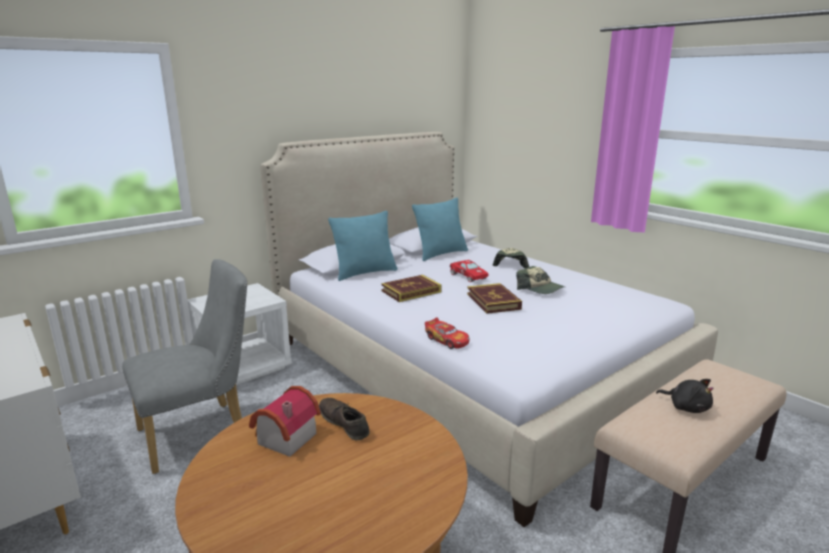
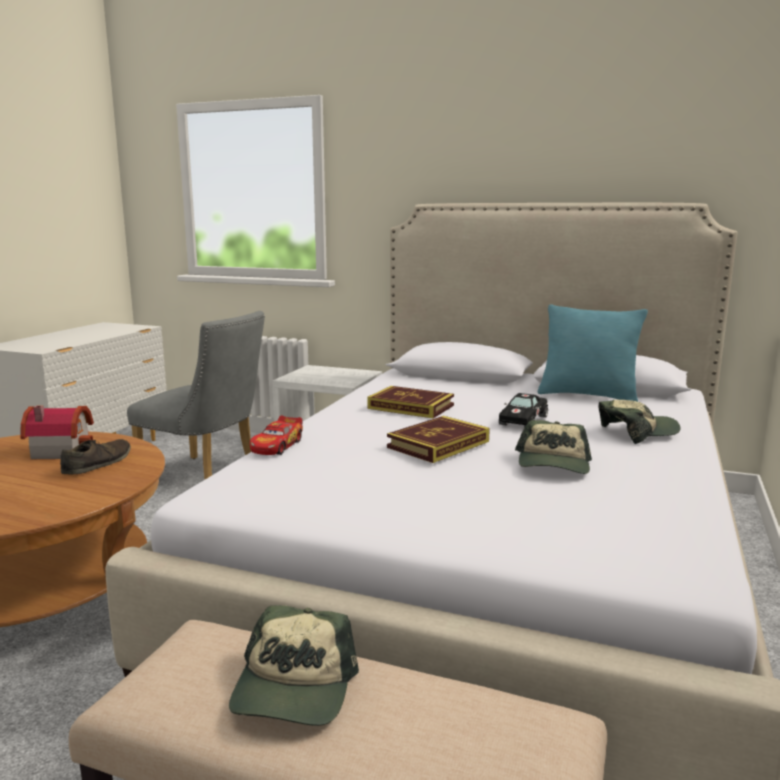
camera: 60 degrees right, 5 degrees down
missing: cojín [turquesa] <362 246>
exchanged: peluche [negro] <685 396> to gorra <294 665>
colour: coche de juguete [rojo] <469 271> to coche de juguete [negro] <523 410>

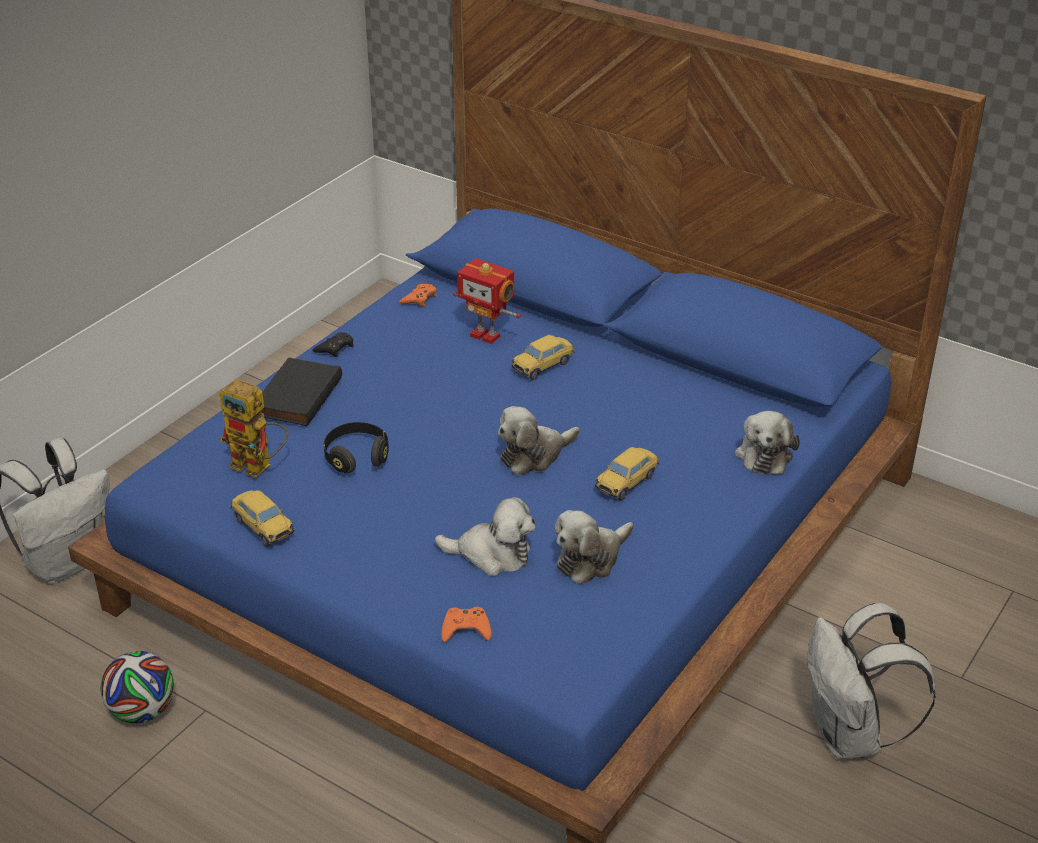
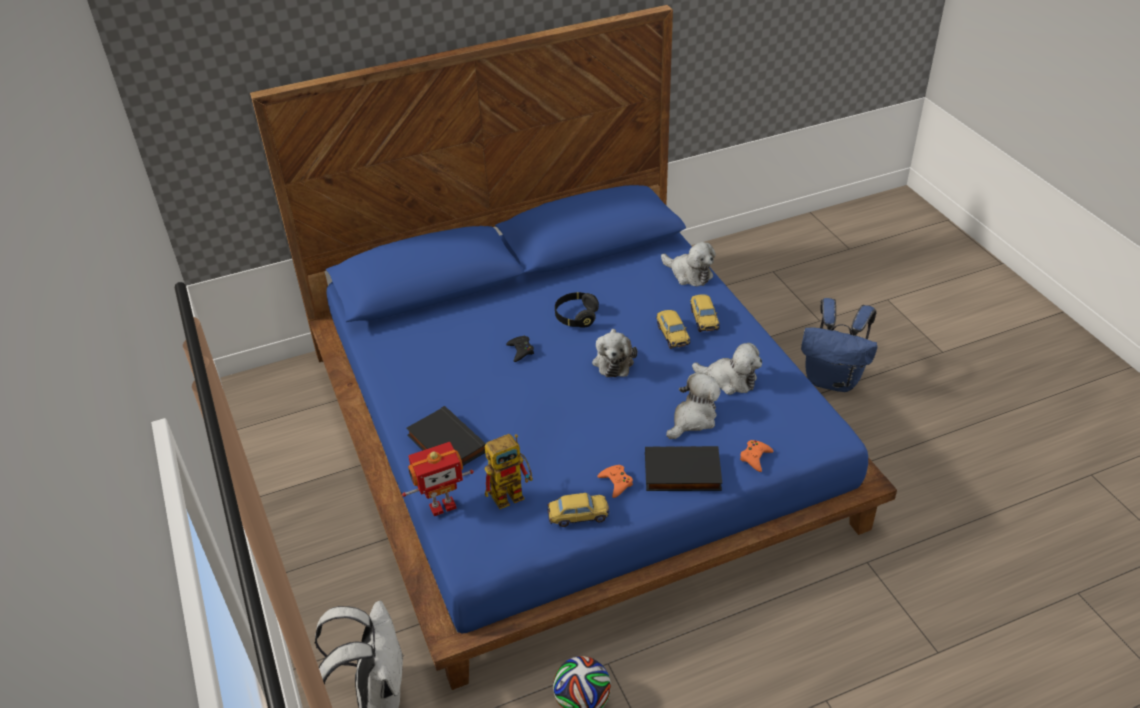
camera: 55 degrees left, 5 degrees up
appeared: libro [negro] <683 468>
relocated: robot de juguete <487 301> to <438 479>; mando de consola [naranja] <418 295> to <615 481>; mando de consola [negro] <333 344> to <520 349>; coche de juguete <543 357> to <705 313>; auriculares [negro] <356 447> to <577 310>
colour: mochila [blanco] <871 681> to mochila [azul] <839 345>
spun: peluche <594 547> = <727 369> 60 degrees counterclockwise

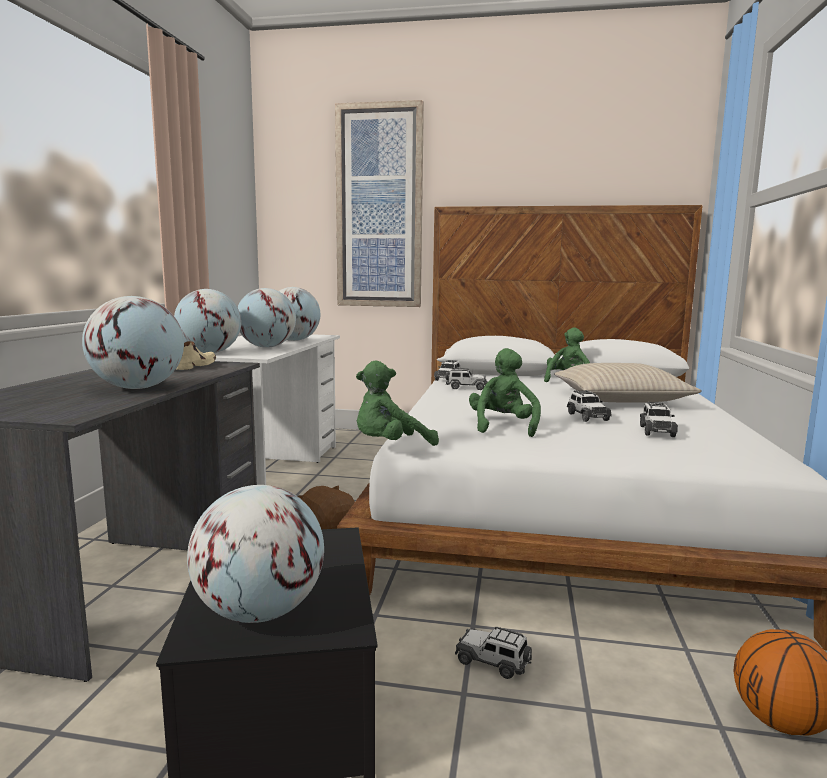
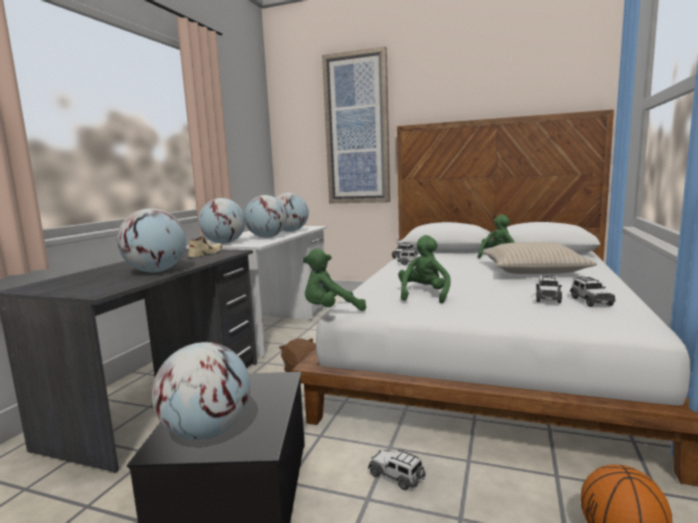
camera: 10 degrees right, 0 degrees up
relocated: coche de juguete <589 406> to <593 292>

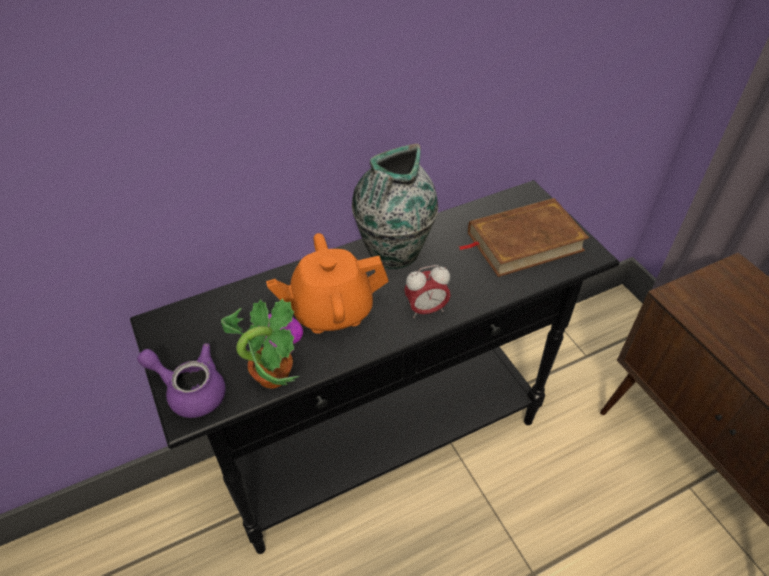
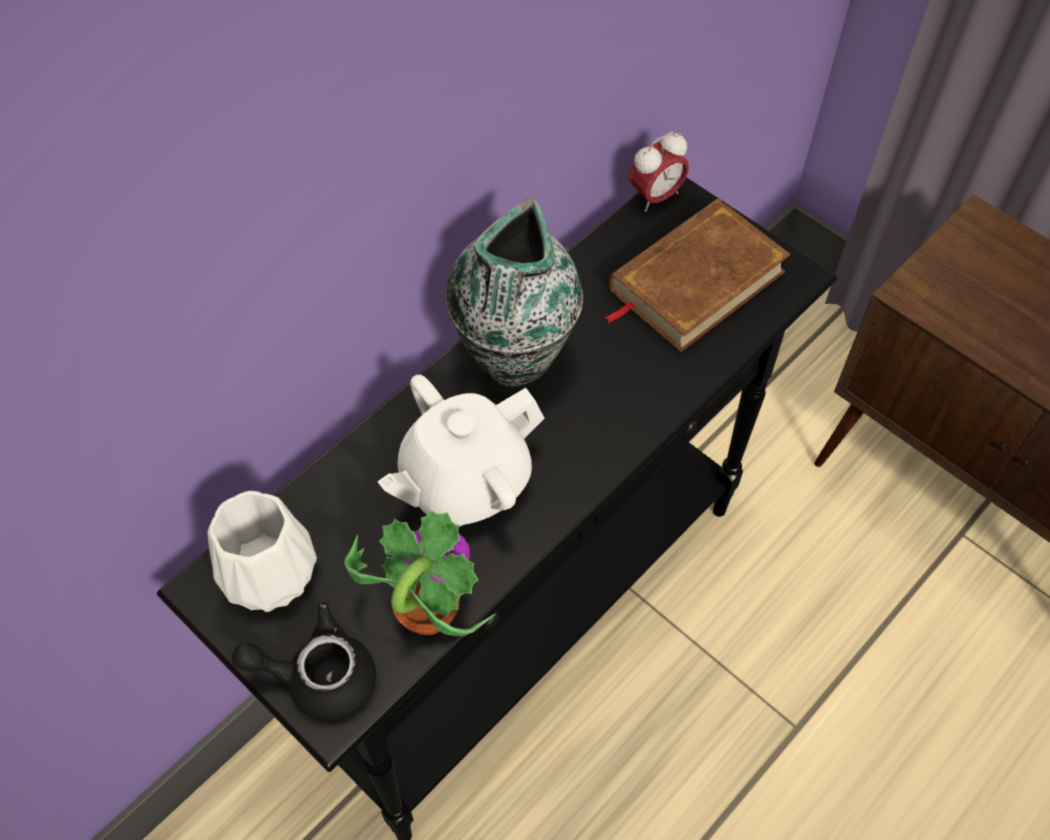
camera: 20 degrees left, 10 degrees up
appeared: florero [blanco] <262 551>
relocated: despertador <427 291> to <659 172>
colour: tetera [naranja] <327 283> to tetera [blanco] <460 450>; tetera [morado] <181 380> to tetera [negro] <304 661>

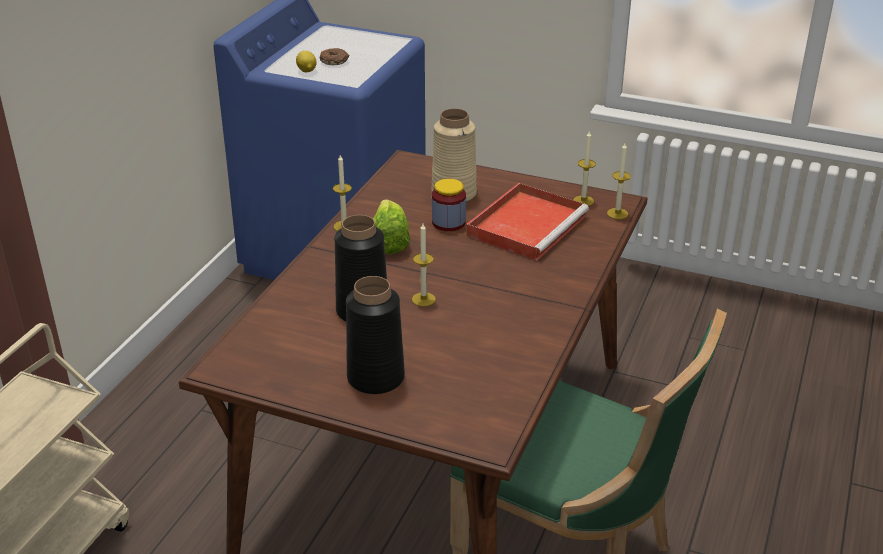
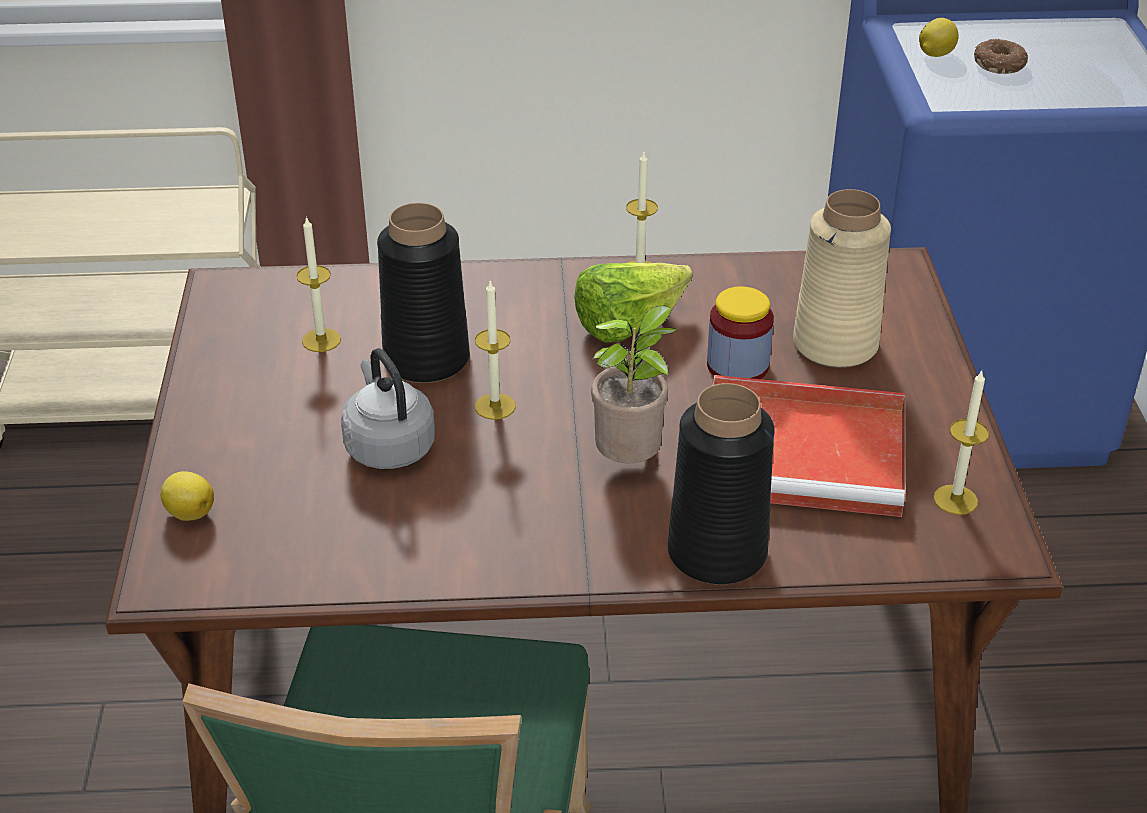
camera: 65 degrees right, 5 degrees up
appeared: planta en maceta <634 384>; hervidor [gris] <388 408>; limón <187 496>
relocated: vela <619 181> to <318 284>; florero [negro] <375 335> to <721 484>

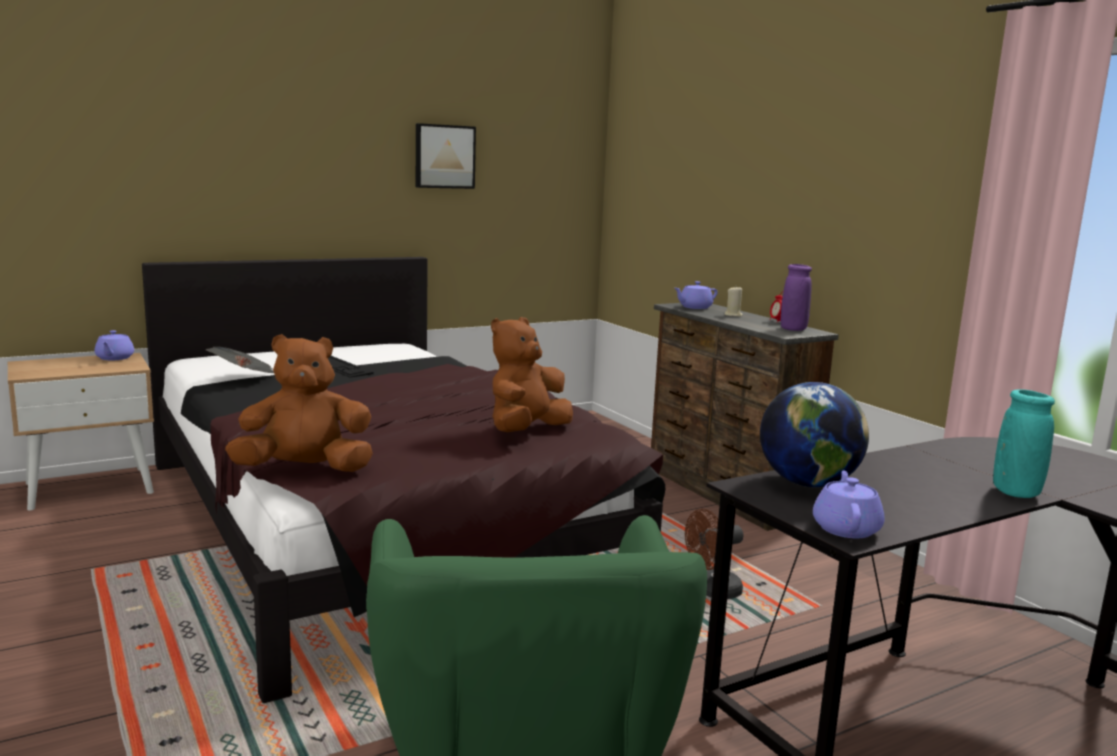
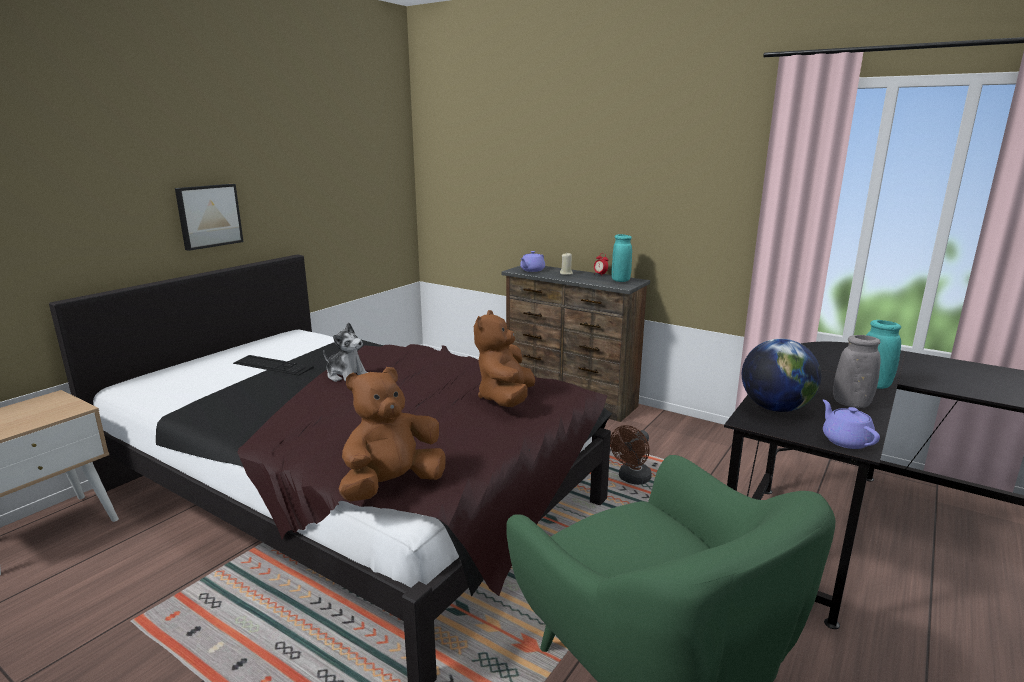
camera: 25 degrees left, 5 degrees up
missing: tetera [morado] <114 345>; periódico <240 360>
appeared: peluche <345 352>; florero [gris] <857 371>
relocated: cuadro <446 156> to <209 217>
colour: florero [morado] <796 297> to florero [turquesa] <621 258>

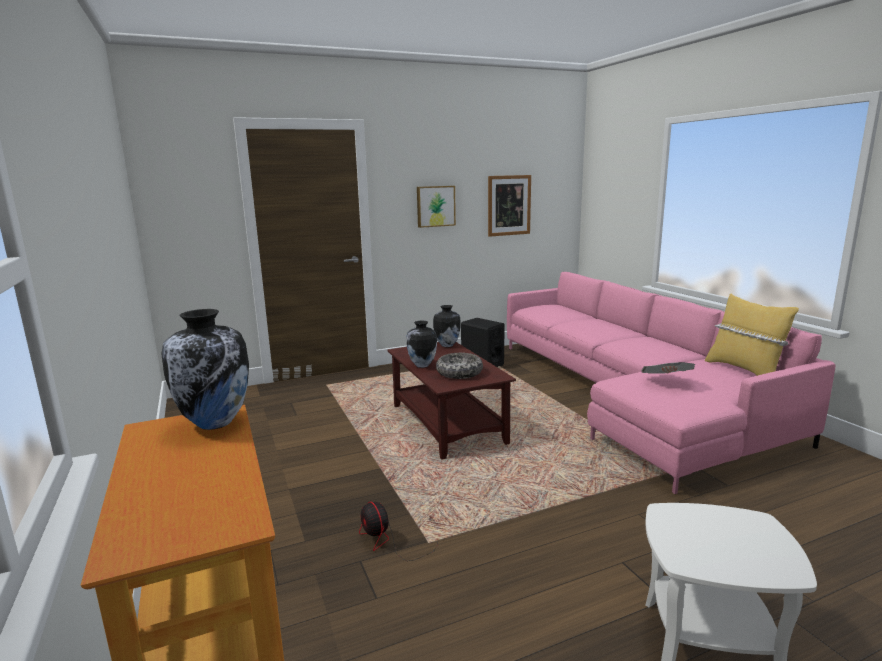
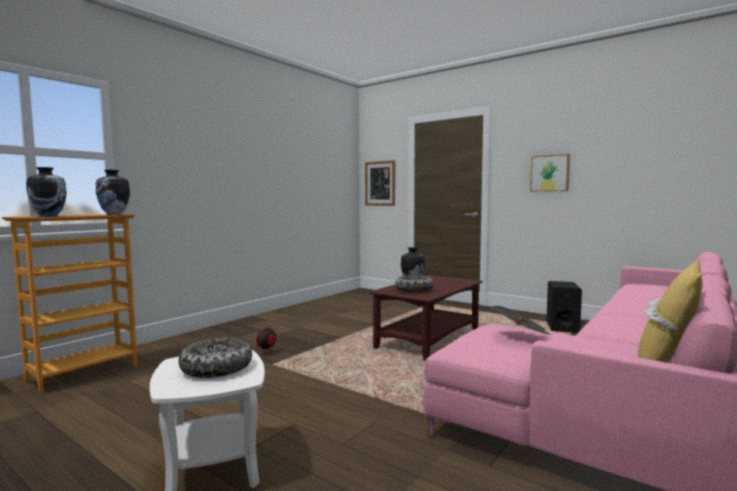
camera: 60 degrees right, 10 degrees down
appeared: cuenco <215 358>
relocated: cuadro <509 206> to <380 183>; florero <447 326> to <46 191>

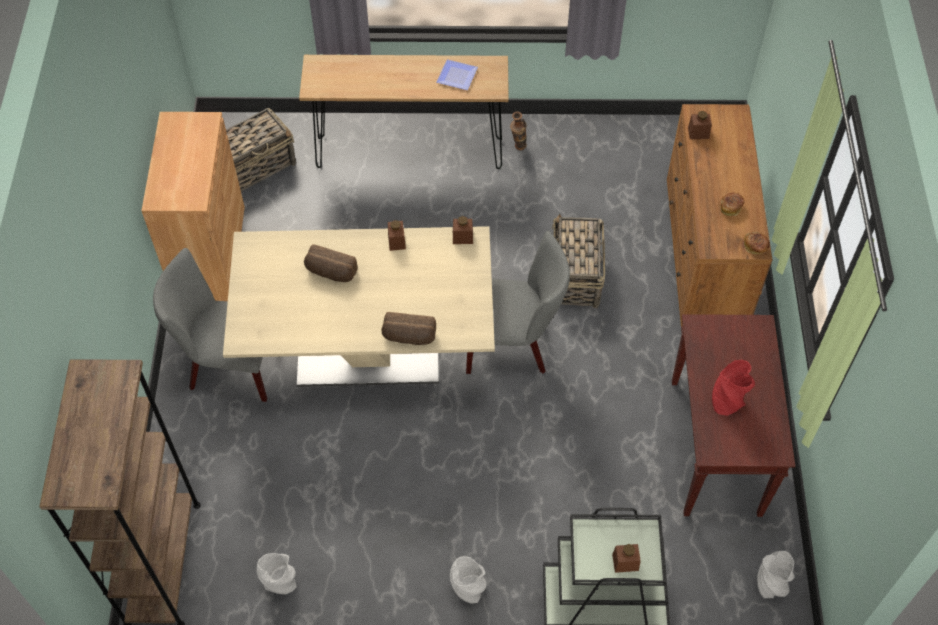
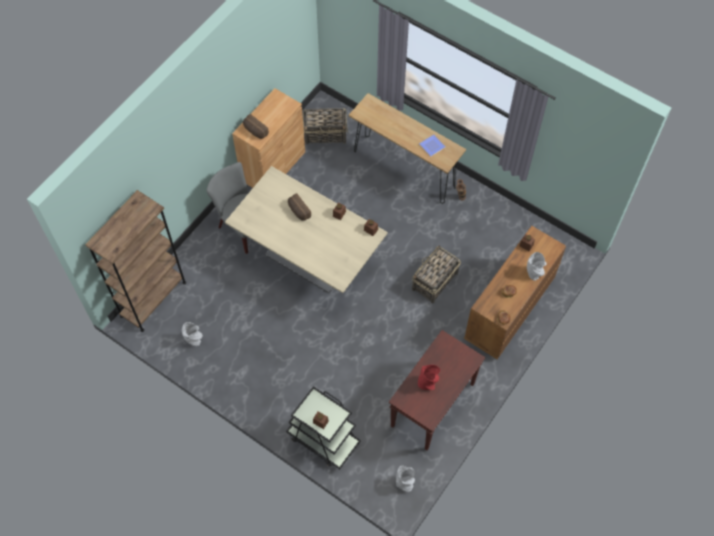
camera: 35 degrees right, 5 degrees up
missing: silla [gris] <518 302>
relocated: pan <409 328> to <256 126>; florero [gris] <468 579> to <536 266>

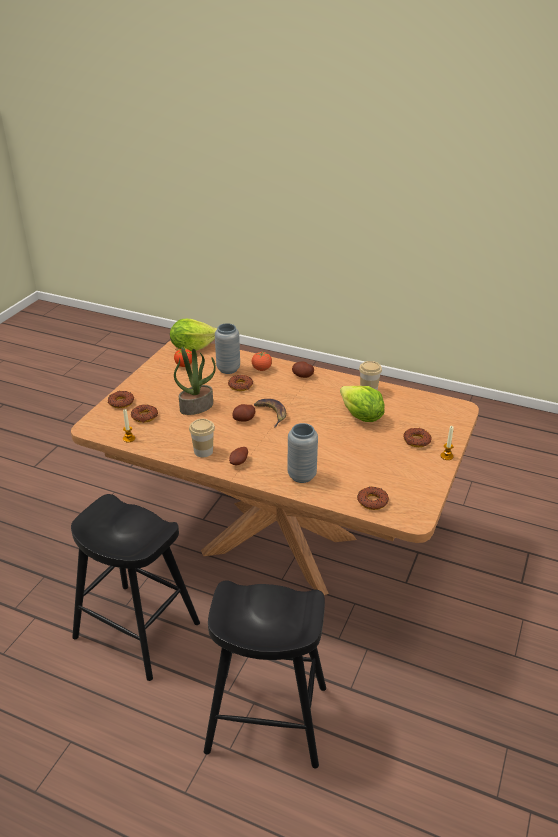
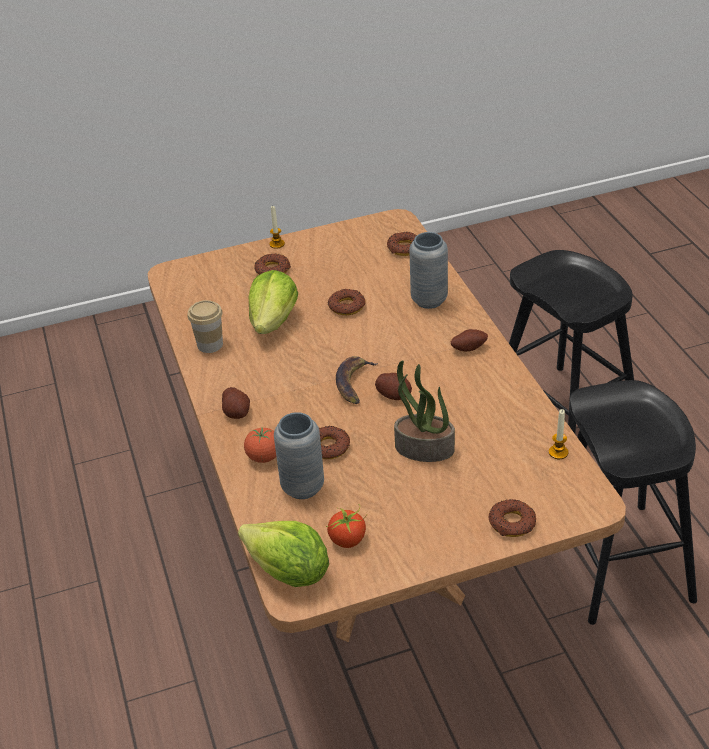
camera: 130 degrees left, 5 degrees up
missing: taza <202 438>
relocated: rosquilla <144 413> to <346 301>

